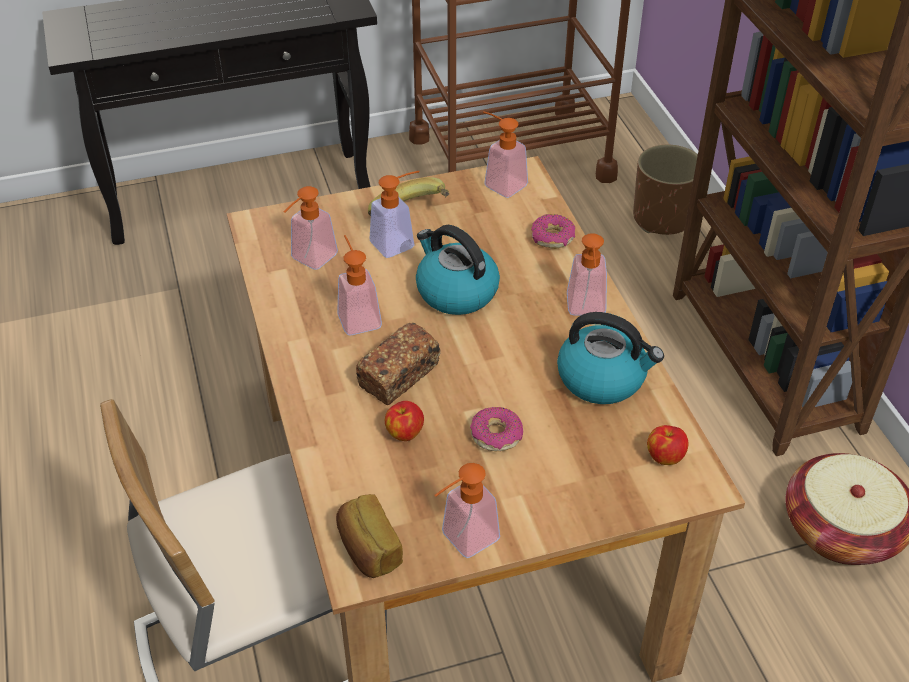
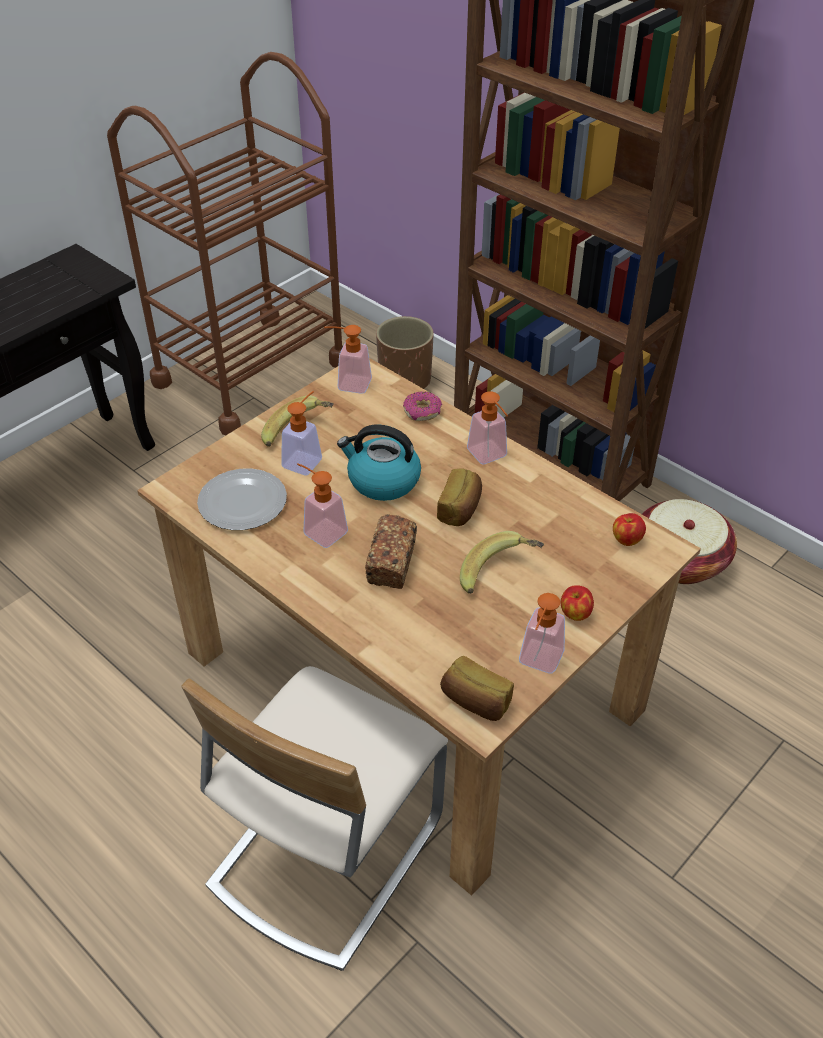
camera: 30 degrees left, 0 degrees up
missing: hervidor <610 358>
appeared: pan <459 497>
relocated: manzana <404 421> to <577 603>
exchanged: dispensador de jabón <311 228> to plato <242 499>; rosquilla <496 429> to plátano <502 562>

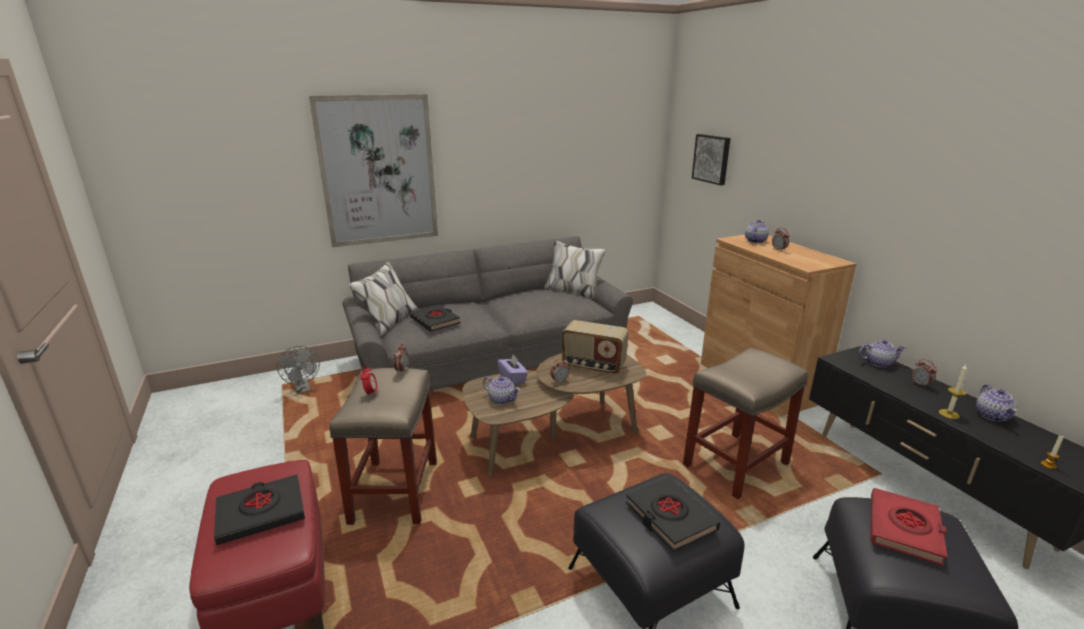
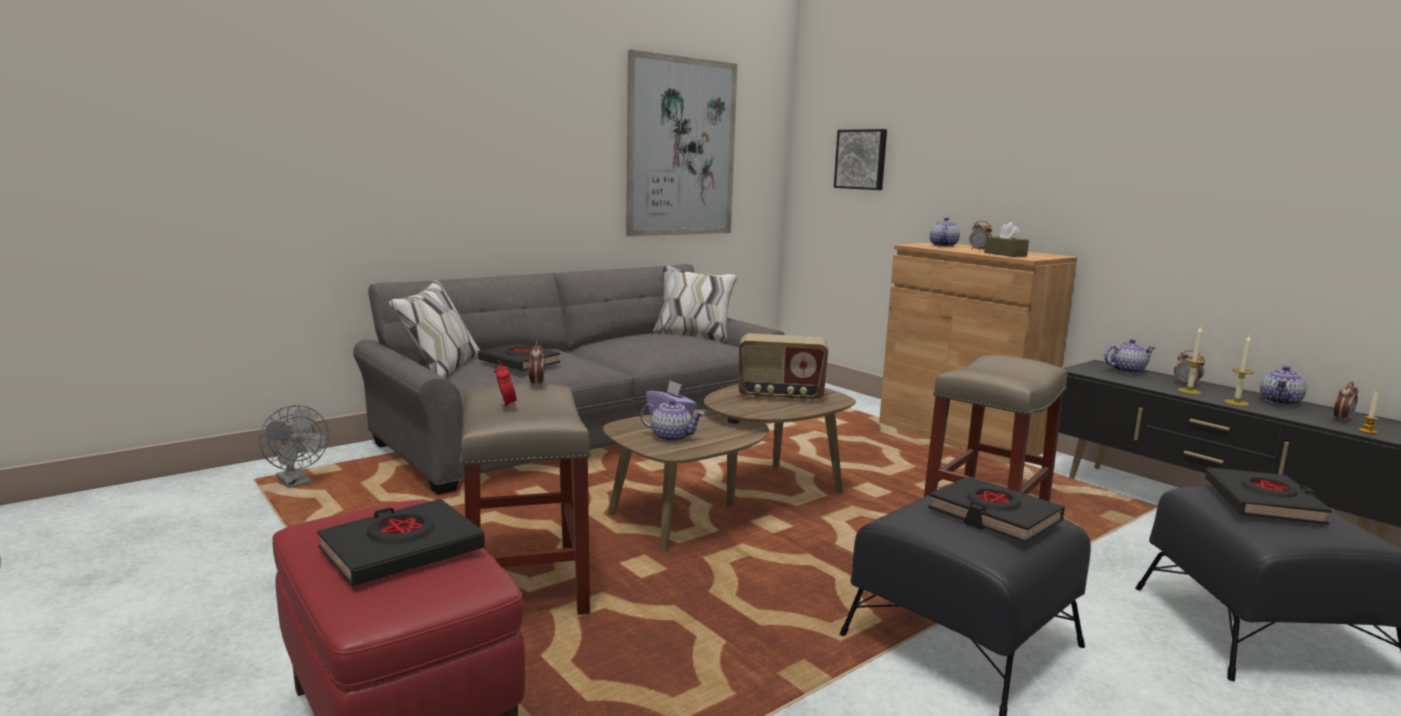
camera: 15 degrees left, 10 degrees down
appeared: caja de pañuelos [marrón] <1006 239>; vela <1191 360>
relocated: cuadro <373 170> to <681 143>; despertador <560 371> to <1346 401>
colour: libro [rojo] <909 527> to libro [negro] <1268 496>
spun: tetera <996 403> = <1283 386> 45 degrees clockwise

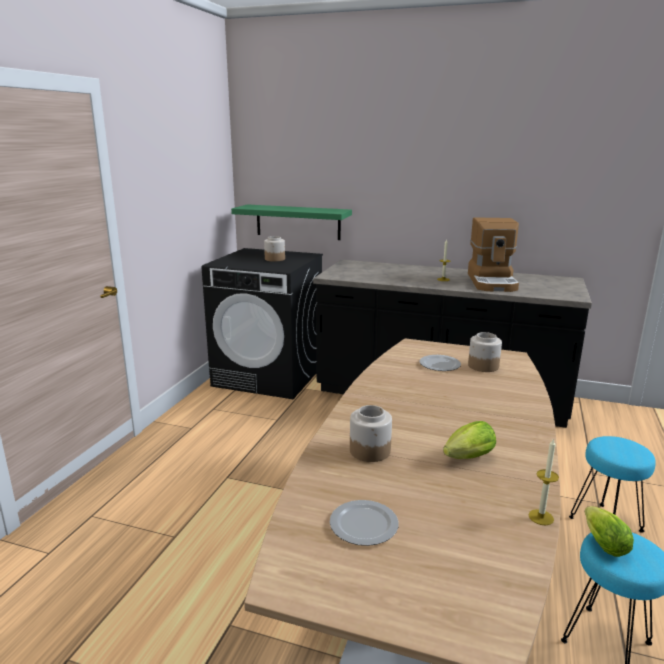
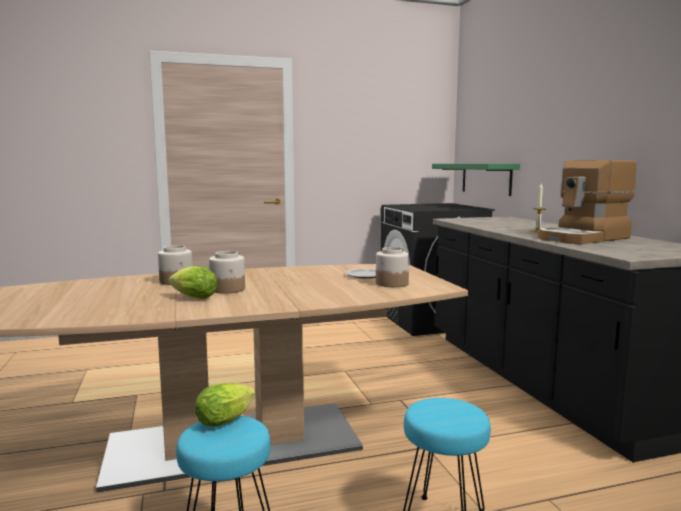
camera: 55 degrees right, 10 degrees down
missing: vela <543 481>; plato <364 523>
relocated: tarro <274 249> to <227 272>

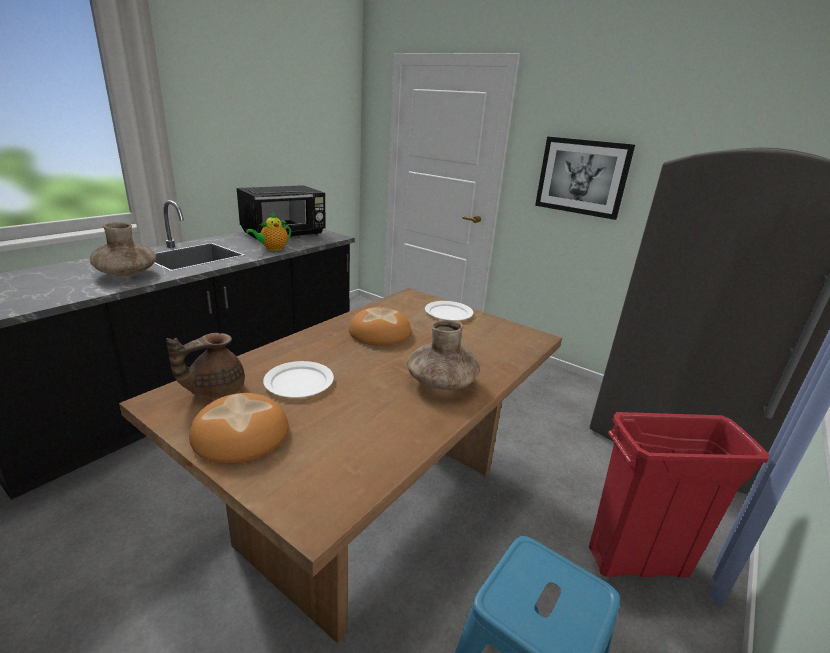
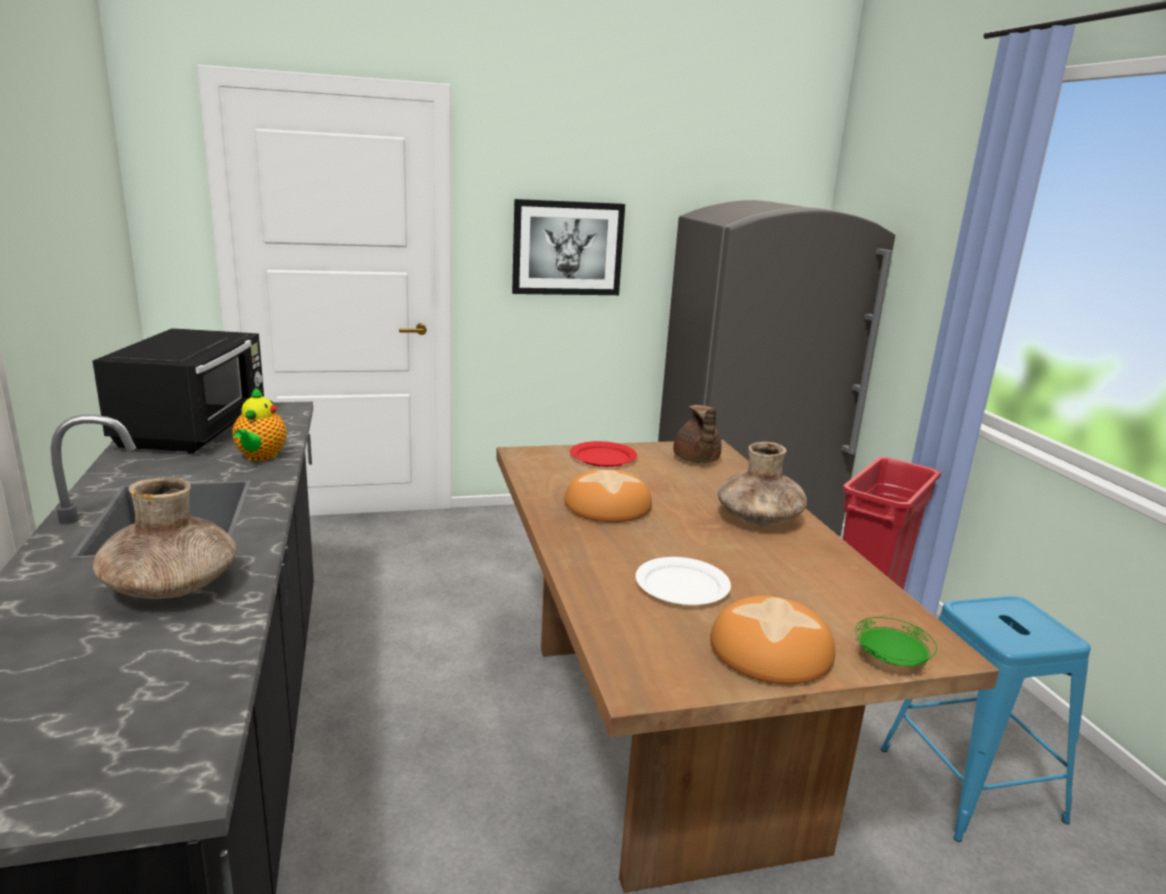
camera: 50 degrees left, 5 degrees down
appeared: plato [verde] <896 641>
relocated: tetera [marrón] <205 366> to <697 434>
colour: plato [blanco] <449 311> to plato [rojo] <603 454>

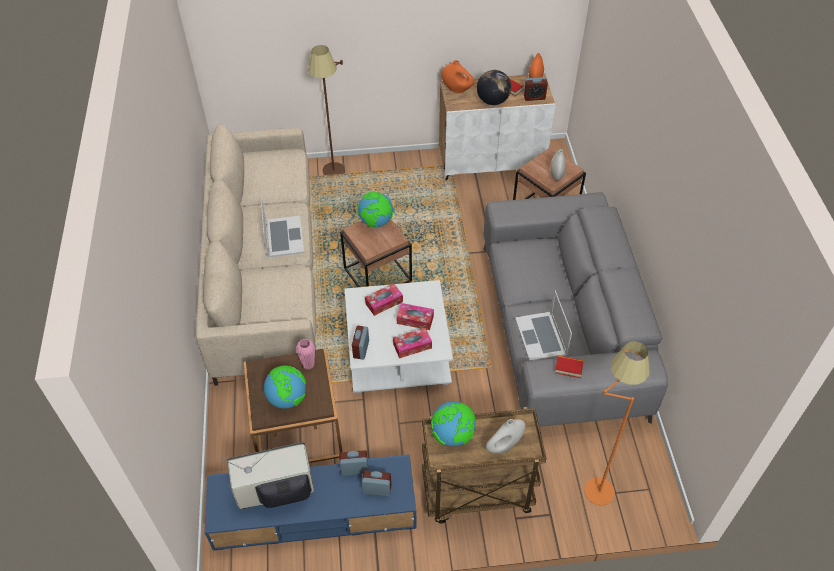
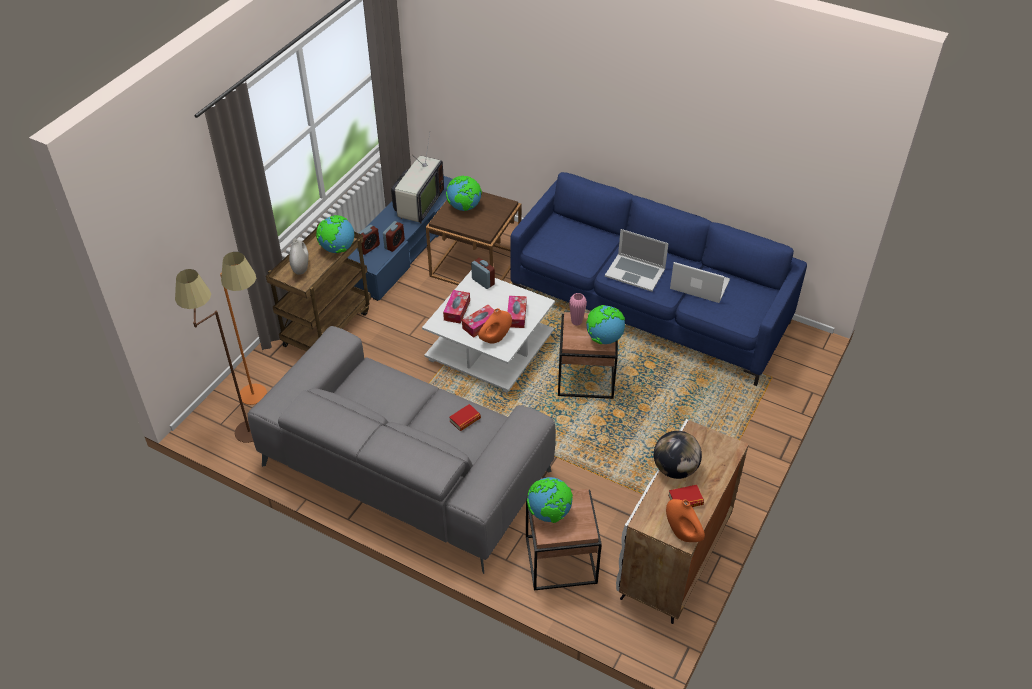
camera: 125 degrees right, 5 degrees down
missing: despertador <536 89>
relocated: lámpara de pie [marrón] <326 110> to <214 356>; florero [naranja] <457 76> to <495 326>; portátil <543 326> to <700 282>; florero [rosa] <305 354> to <578 309>; libro <569 366> to <465 417>
exchanged: florero [blanco] <558 165> to globo terráqueo <550 500>
colour: sofá [beis] <256 255> to sofá [azul] <658 279>

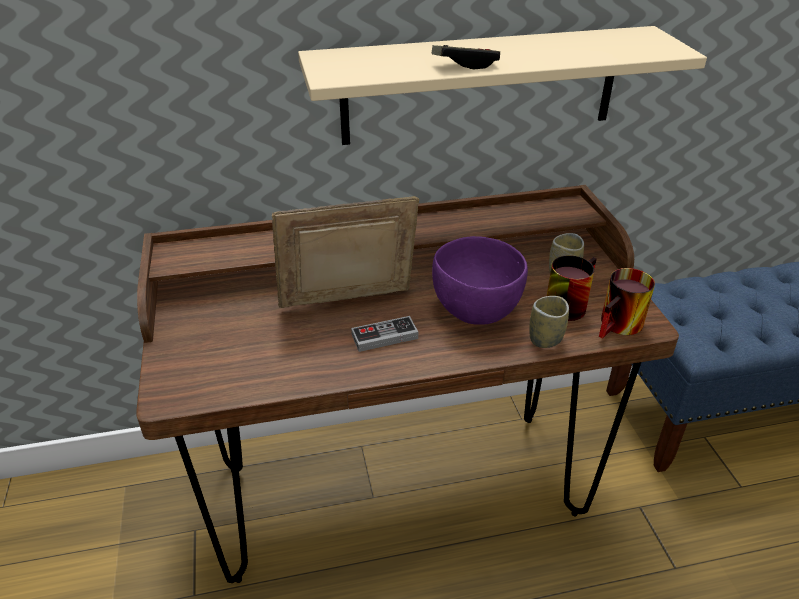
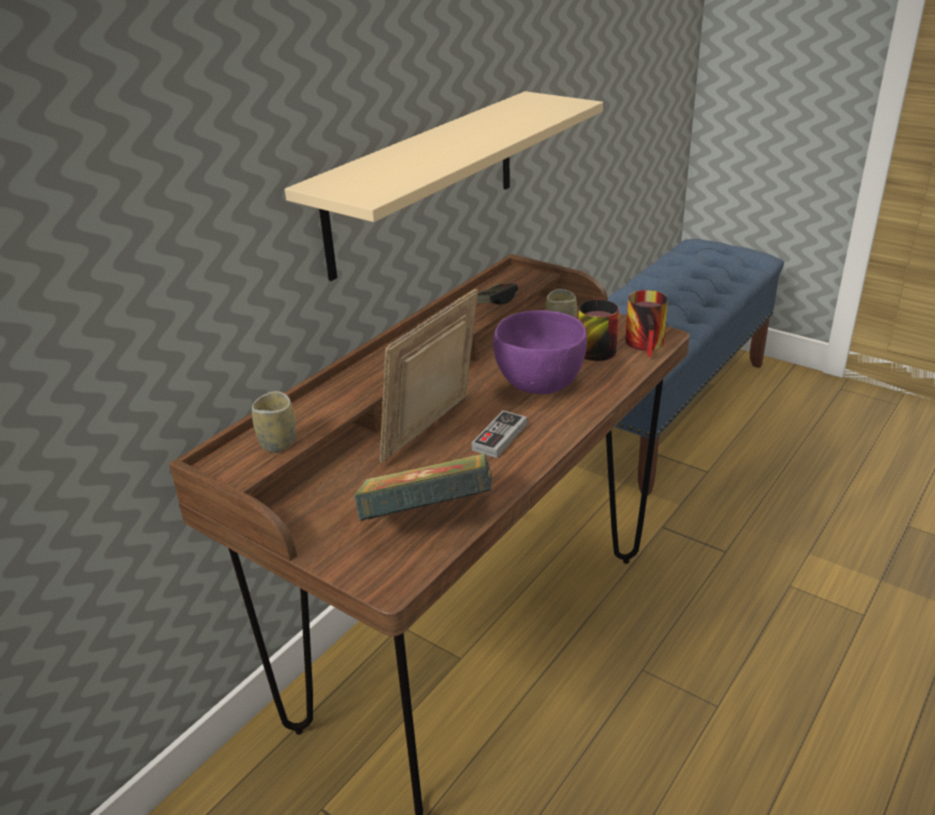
camera: 40 degrees left, 5 degrees down
appeared: libro <423 487>
relocated: mando de consola <466 57> to <497 294>; taza <549 322> to <274 422>

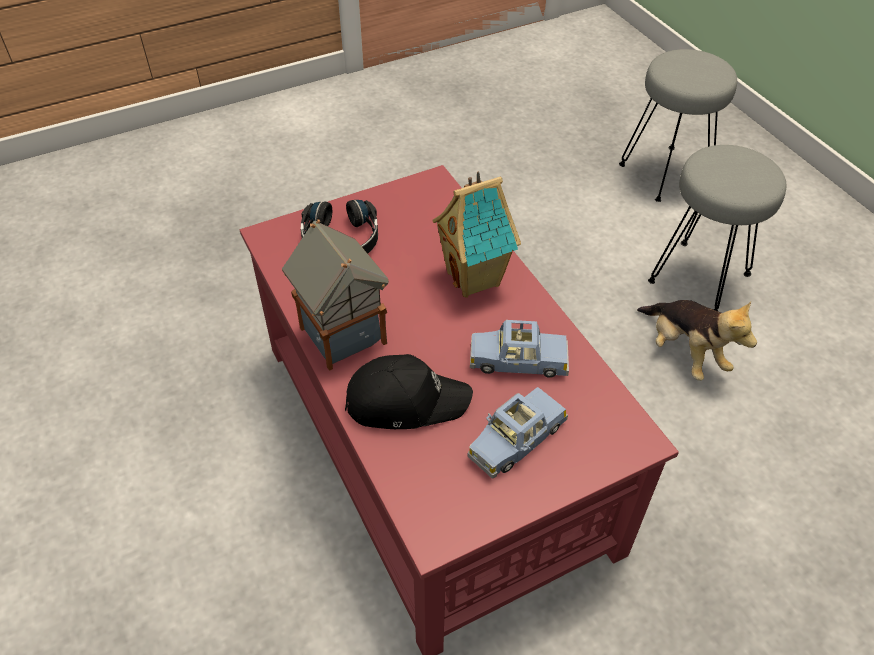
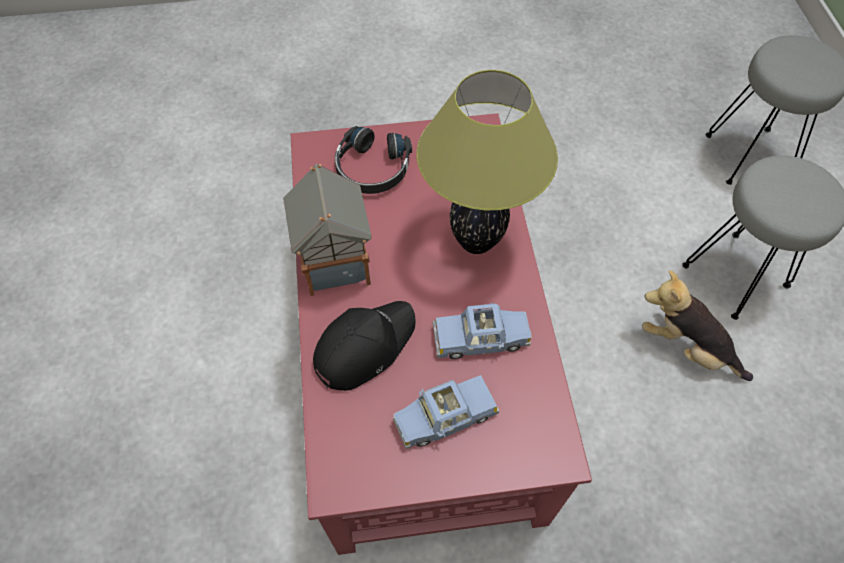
camera: 20 degrees right, 10 degrees up
exchanged: casita <476 234> to lámpara de mesa <487 162>
spun: peluche <697 340> = <697 325> 135 degrees clockwise; coche de juguete [azul] <519 349> = <482 331> 150 degrees clockwise; gorra [negro] <409 391> = <364 346> 60 degrees counterclockwise

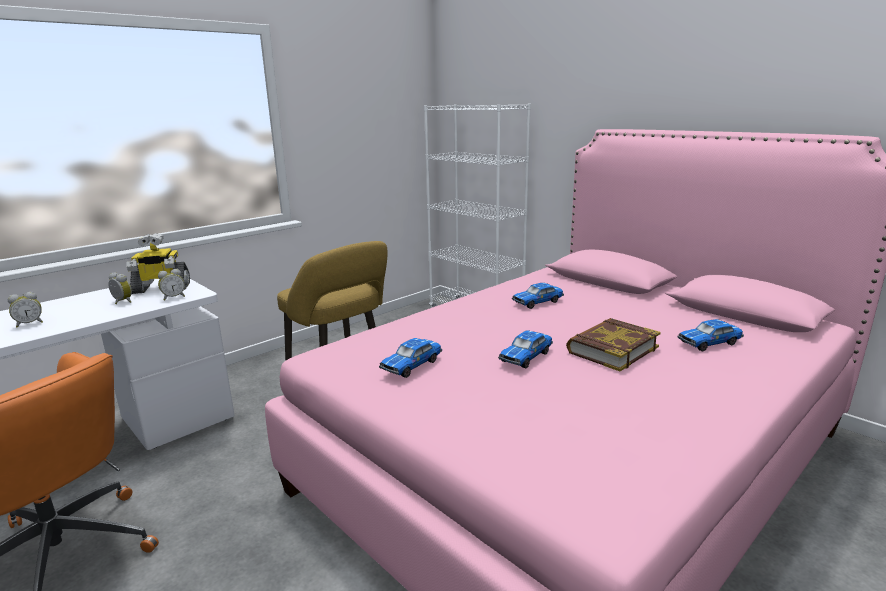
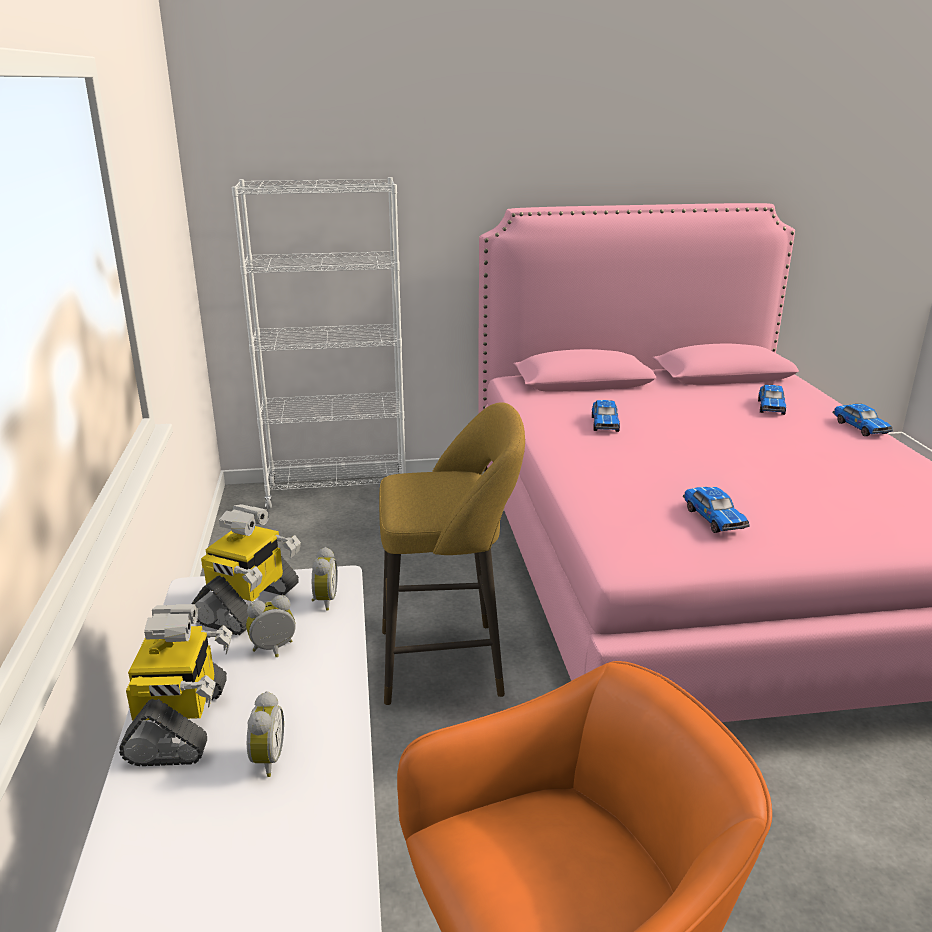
camera: 55 degrees left, 5 degrees up
missing: libro <613 344>
appeared: robot de juguete <176 685>
relocated: coche de juguete <525 349> to <862 420>

